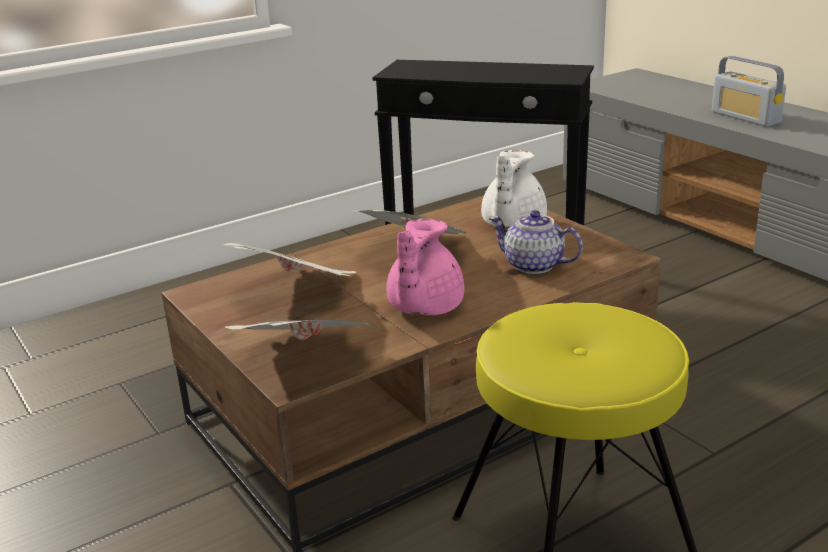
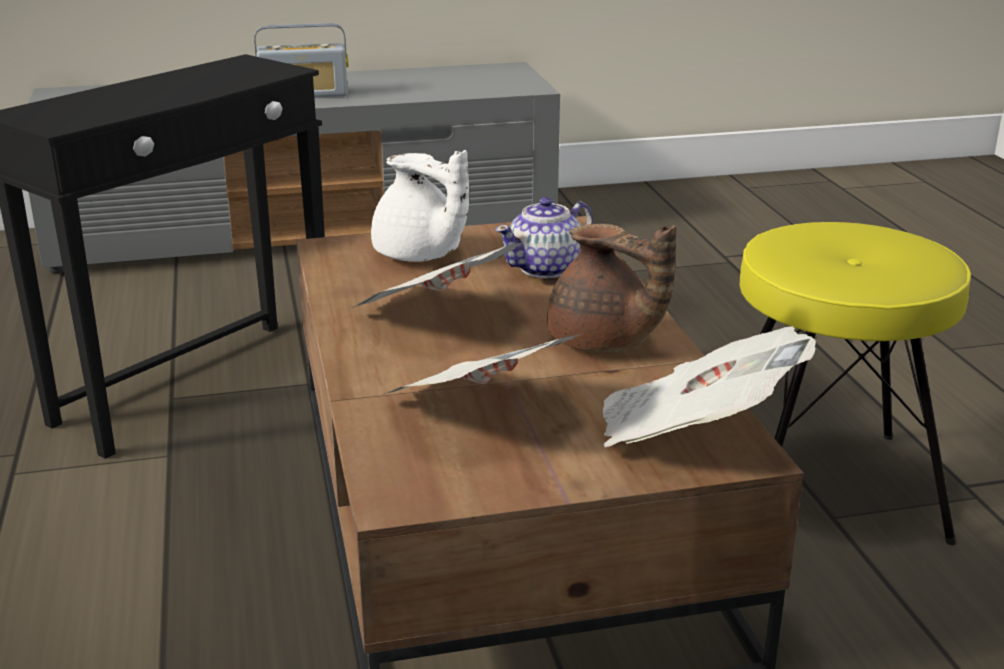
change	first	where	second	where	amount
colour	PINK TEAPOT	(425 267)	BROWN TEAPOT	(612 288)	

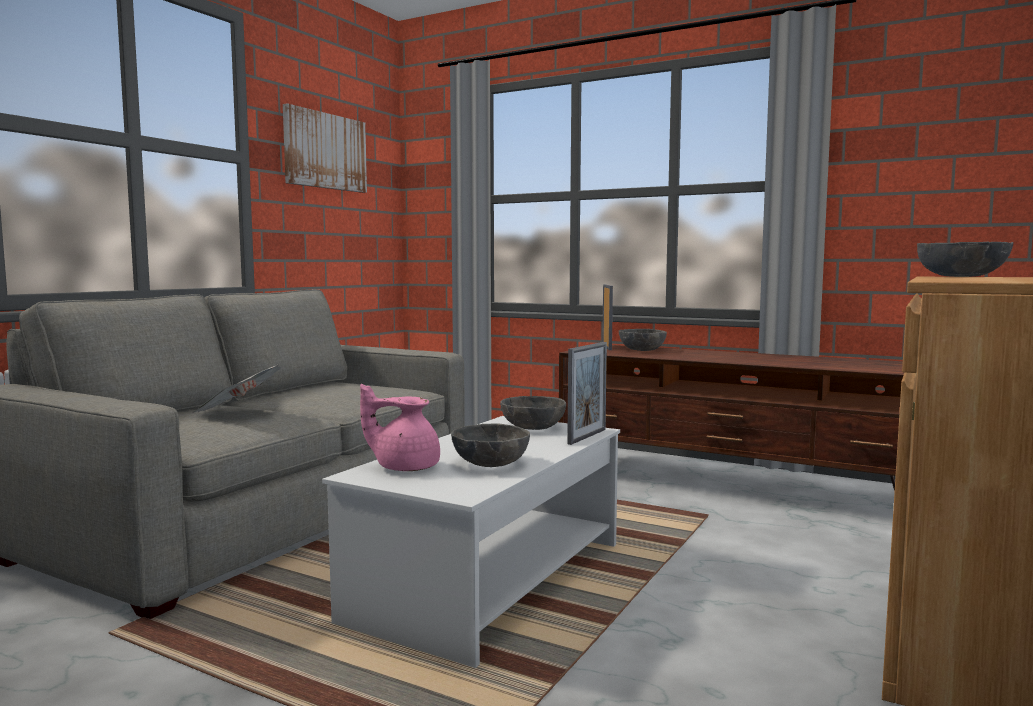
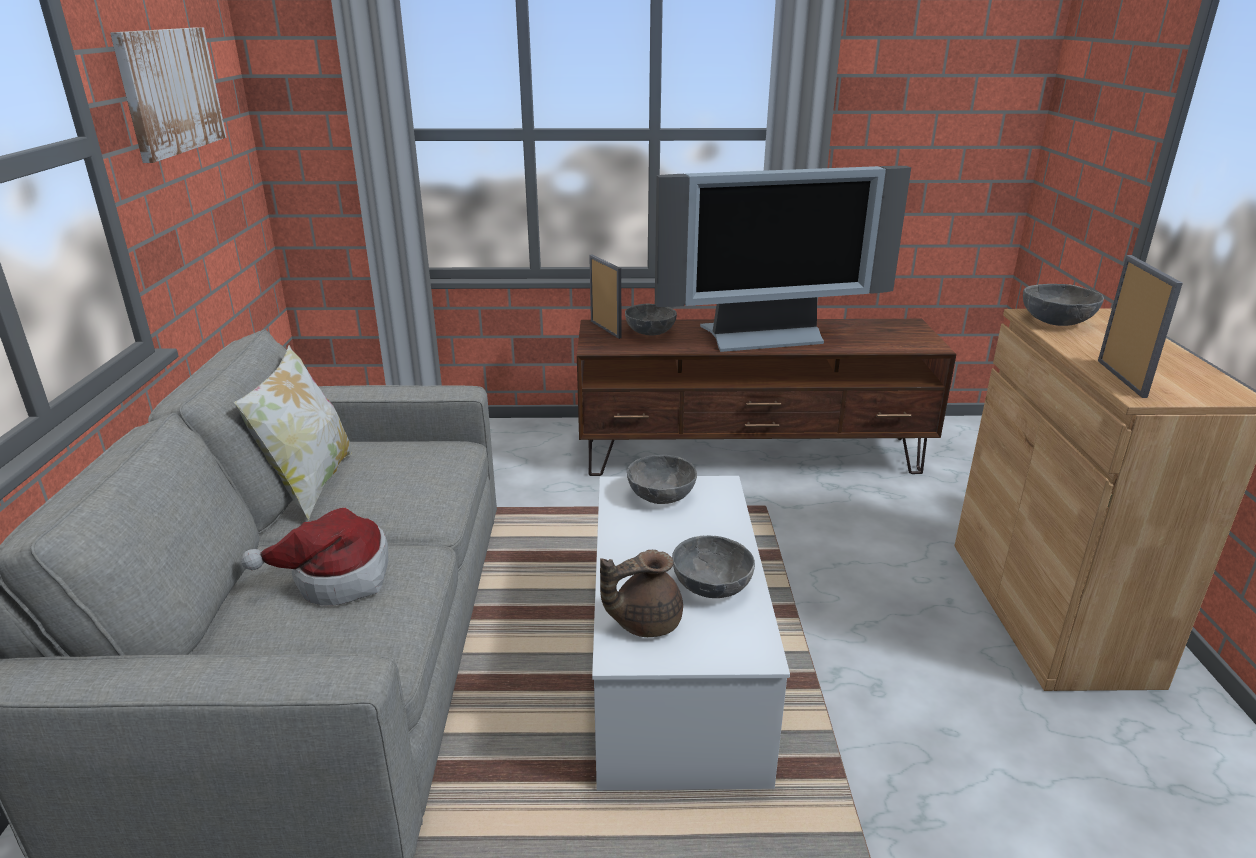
change	first	where	second	where	amount
appeared			PILLOW	(293 433)	
appeared			TELEVISION	(783 259)	
relocated	PICTURE FRAME	(587 393)		(1140 326)	
exchanged	NEWSPAPER	(237 389)	HAT	(314 556)	
colour	PINK TEAPOT	(400 427)	BROWN TEAPOT	(641 593)	

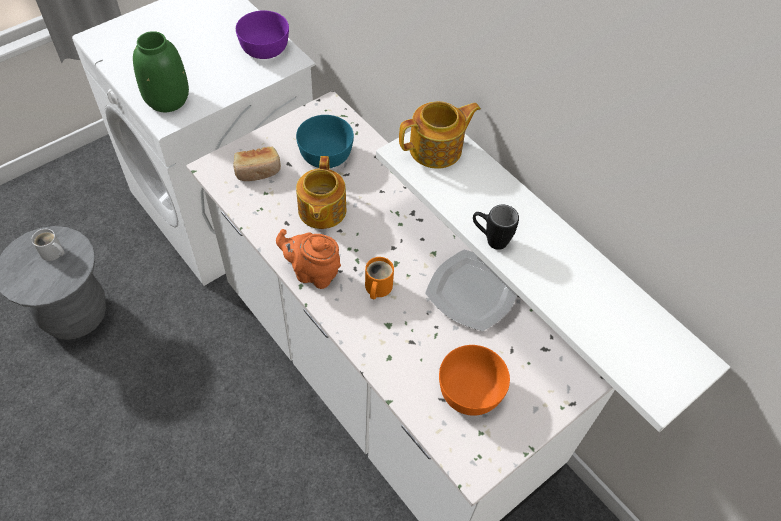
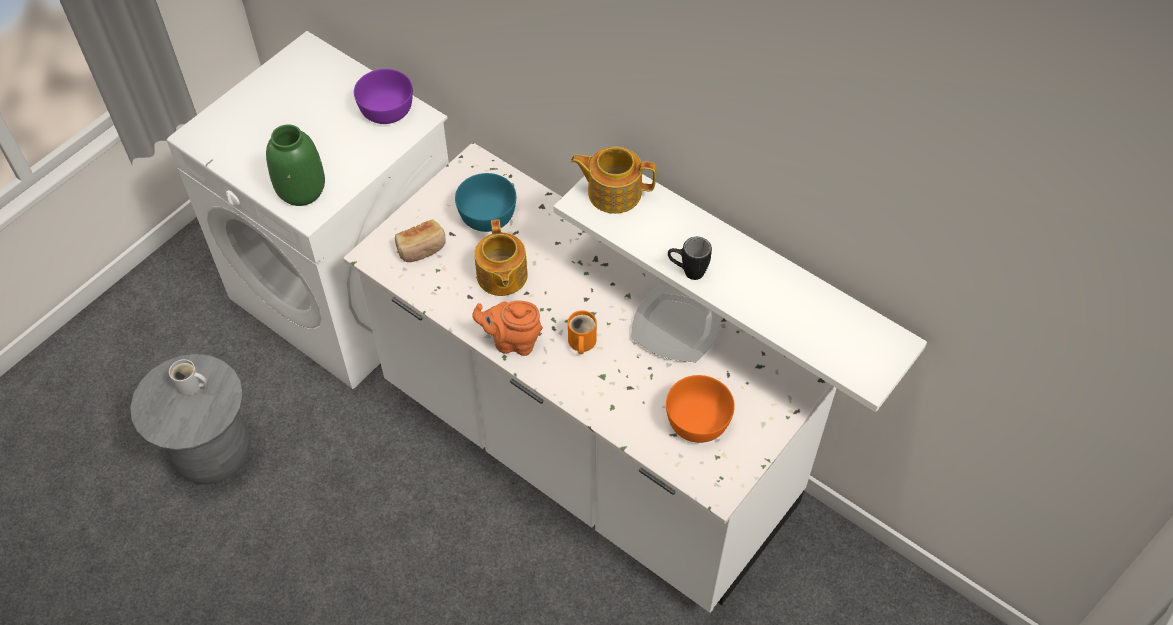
change	first	where	second	where	amount
spun	TEAPOT	(440 135)		(613 180)	135 degrees counterclockwise

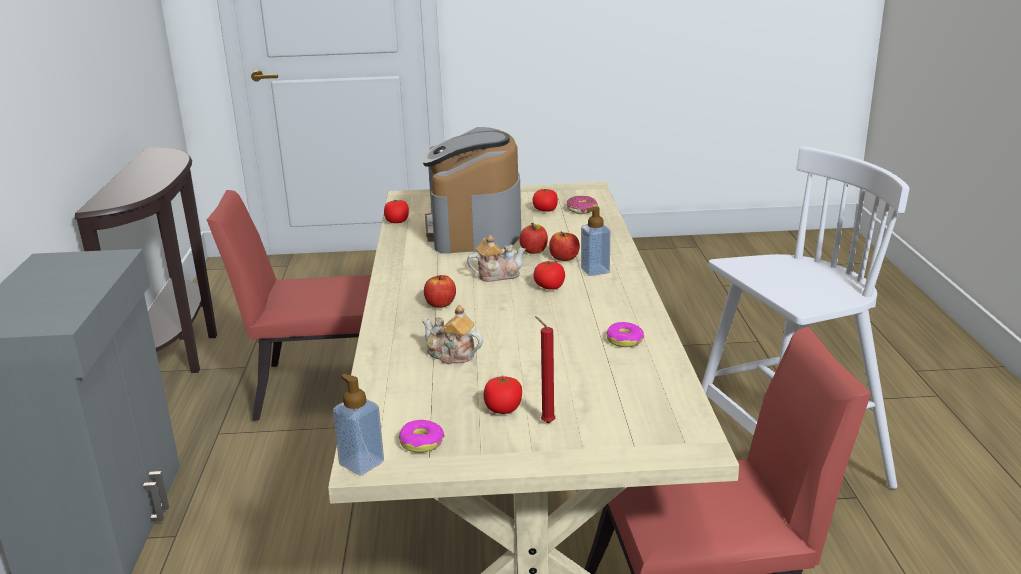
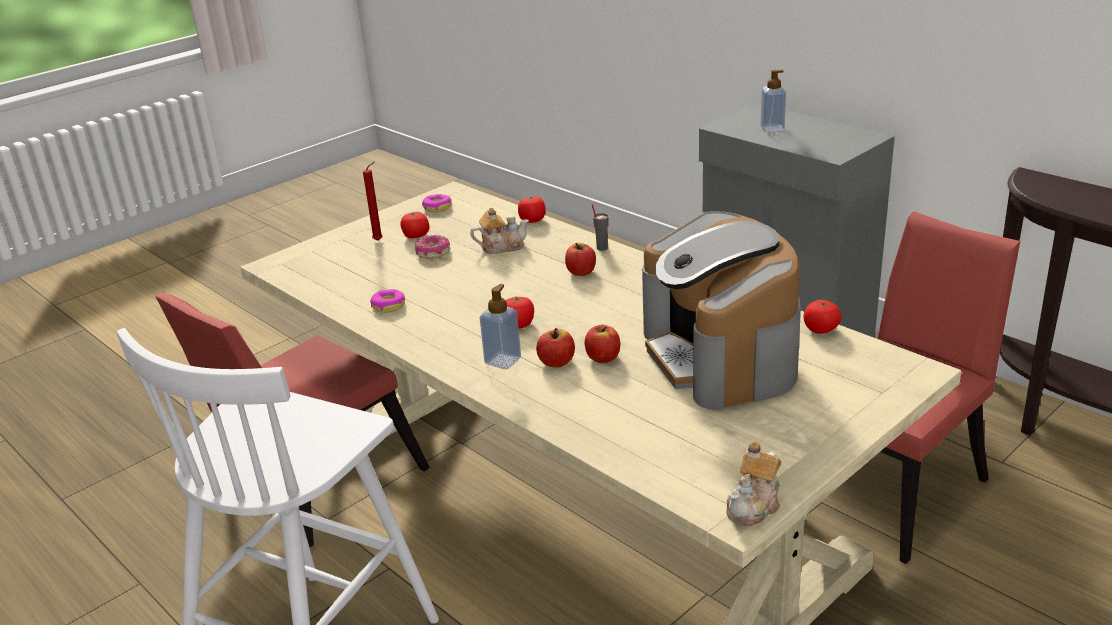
change	first	where	second	where	amount
appeared			GREY CUP	(600 227)	
relocated	SOAP DISPENSER	(358 424)		(773 101)	
relocated	TEAPOT	(496 258)		(754 484)	
relocated	TOMATO	(545 200)		(532 209)	
relocated	DONUT	(582 205)		(432 247)	
spun	COFFEE MACHINE	(471 190)		(721 310)	150 degrees counterclockwise

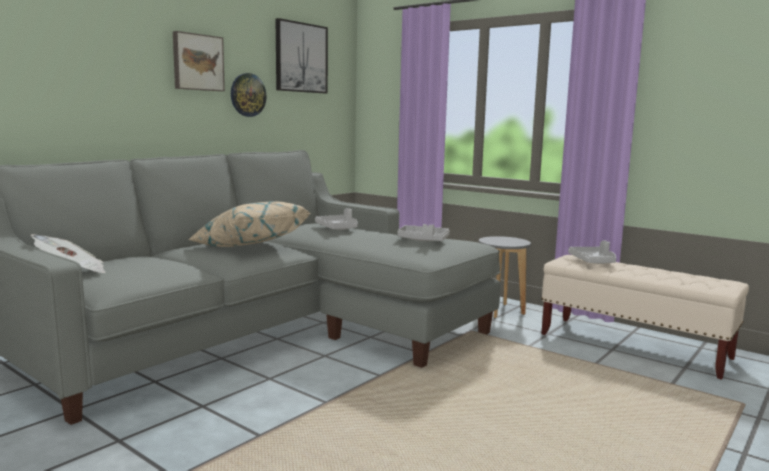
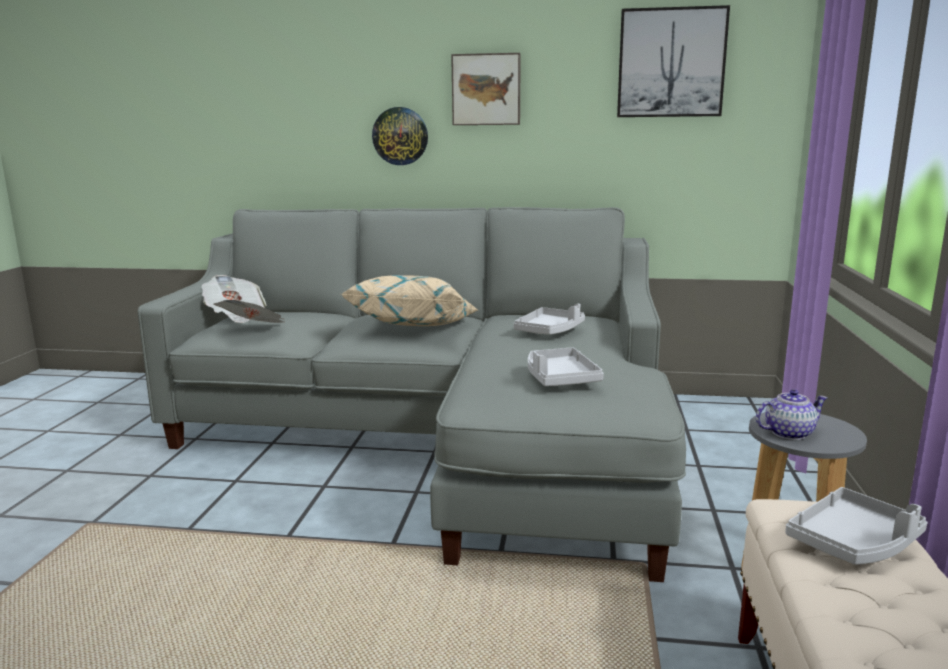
change	first	where	second	where	amount
appeared			NEWSPAPER	(248 311)	
appeared			TEAPOT	(792 414)	
relocated	WALL CLOCK	(248 95)		(400 136)	

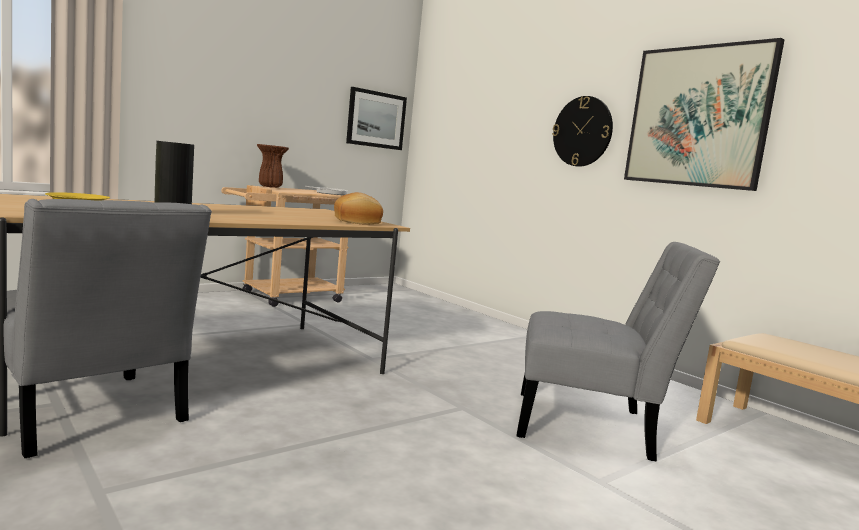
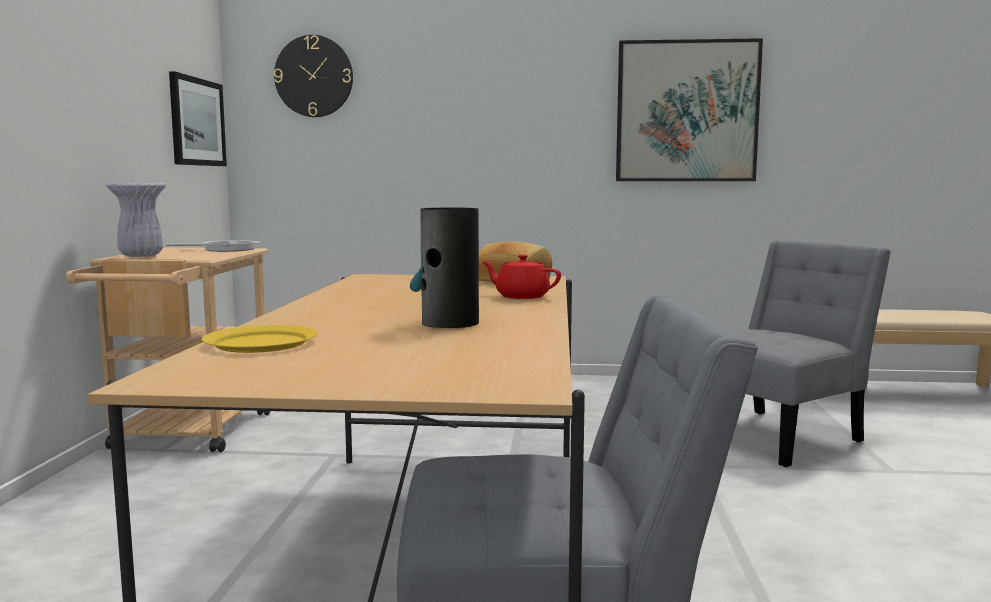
change	first	where	second	where	amount
appeared			RED TEAPOT	(521 277)	
relocated	WALL CLOCK	(582 131)		(313 76)	
colour	BROWN VASE	(273 166)	WHITE VASE	(136 220)	

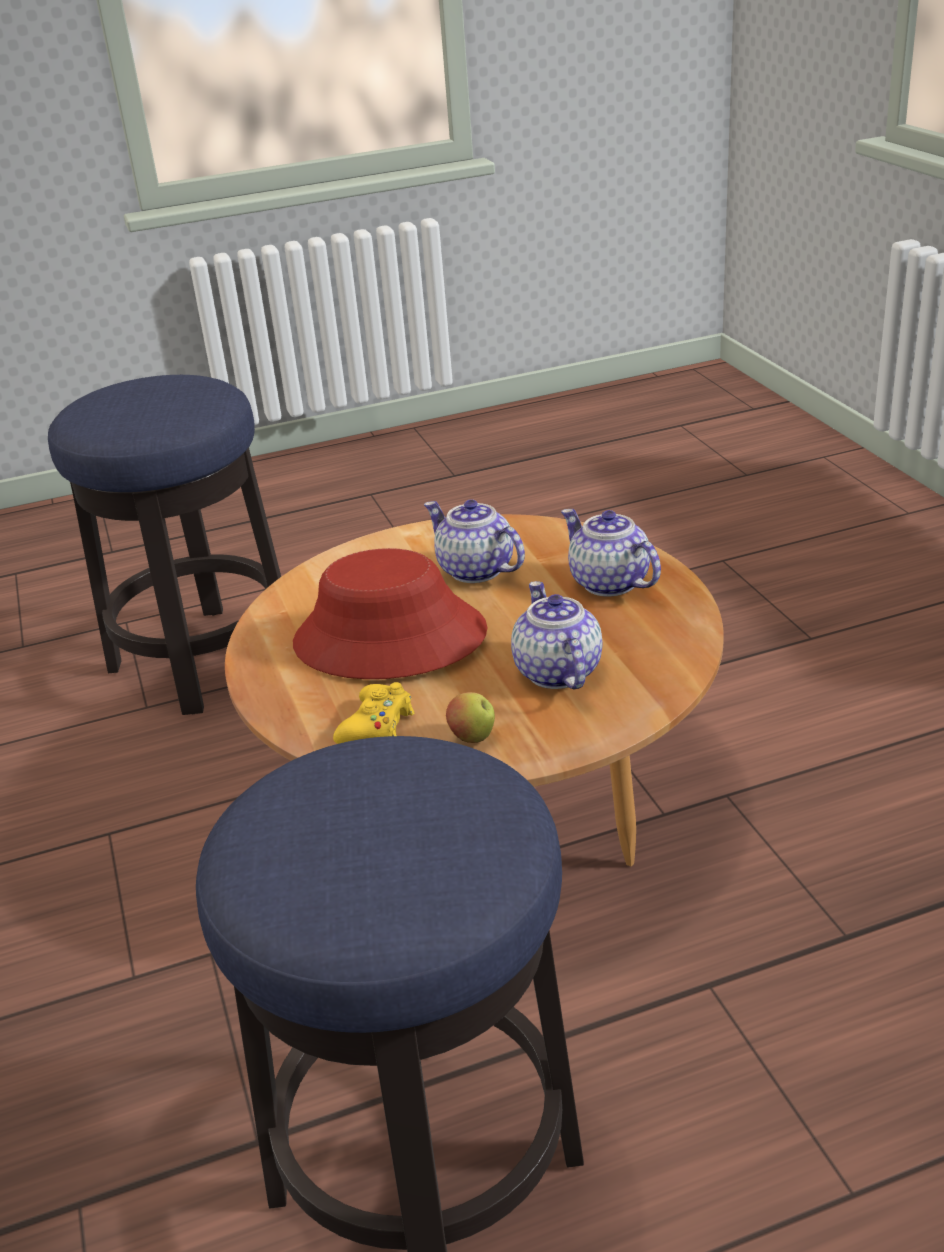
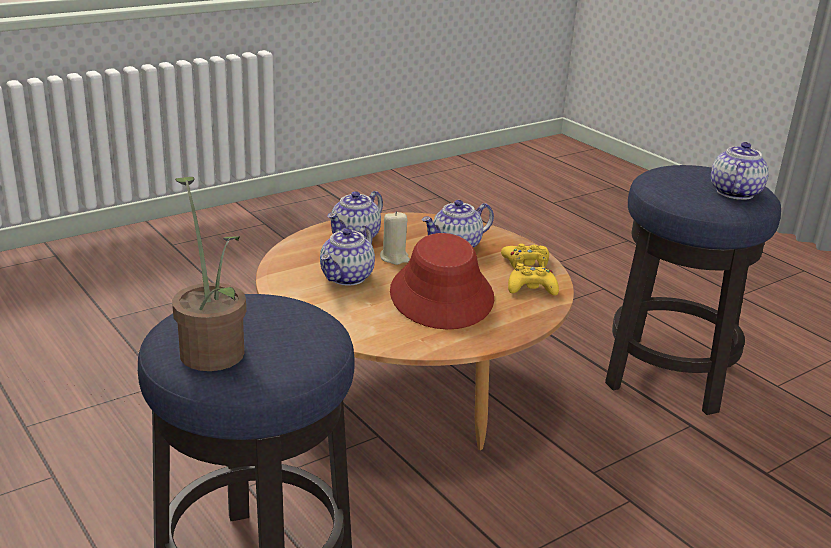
change	first	where	second	where	amount
appeared			POTTED PLANT	(209 274)	
appeared			BEIGE CANDLE	(395 238)	
appeared			TEAPOT	(740 171)	
exchanged	APPLE	(470 717)	YELLOW GAME CONTROLLER	(525 256)	

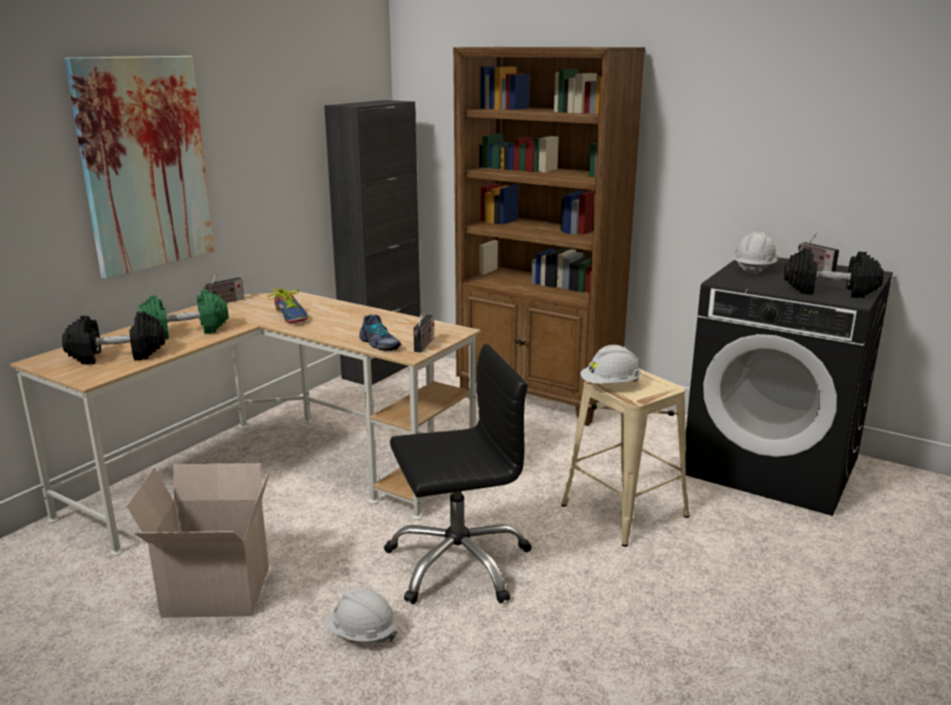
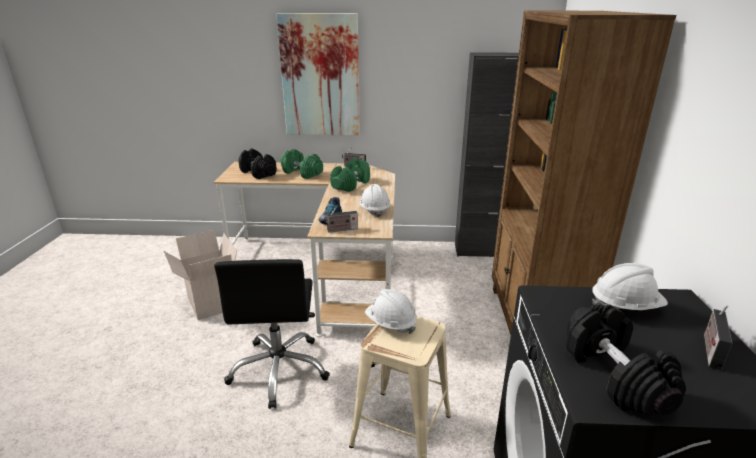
change	first	where	second	where	amount
relocated	WHITE HARD HAT	(361 615)		(375 201)	
exchanged	SHOE	(288 305)	GREEN DUMBBELL	(350 175)	
spun	BLACK OFFICE CHAIR	(458 474)		(272 334)	45 degrees clockwise

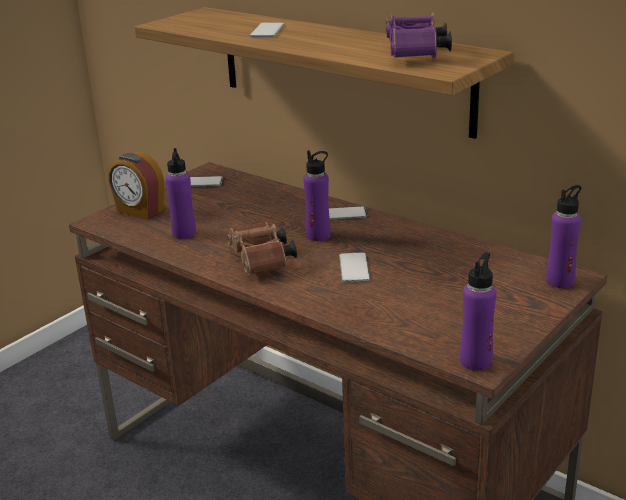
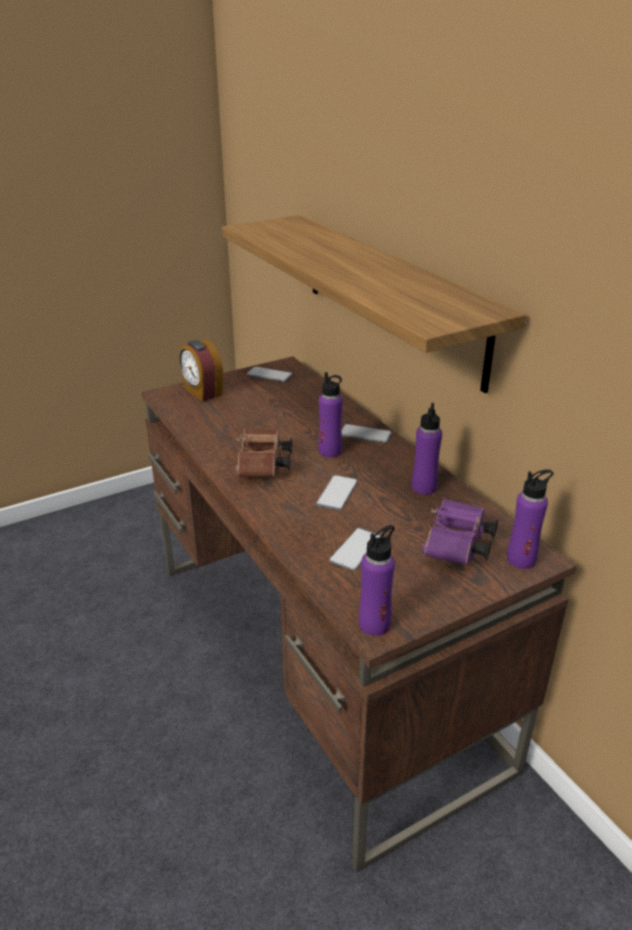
change	first	where	second	where	amount
relocated	PURPLE BOTTLE	(180 193)		(427 449)	
relocated	PHONE	(267 29)		(355 549)	
relocated	PURPLE BINOCULARS	(419 35)		(460 531)	

